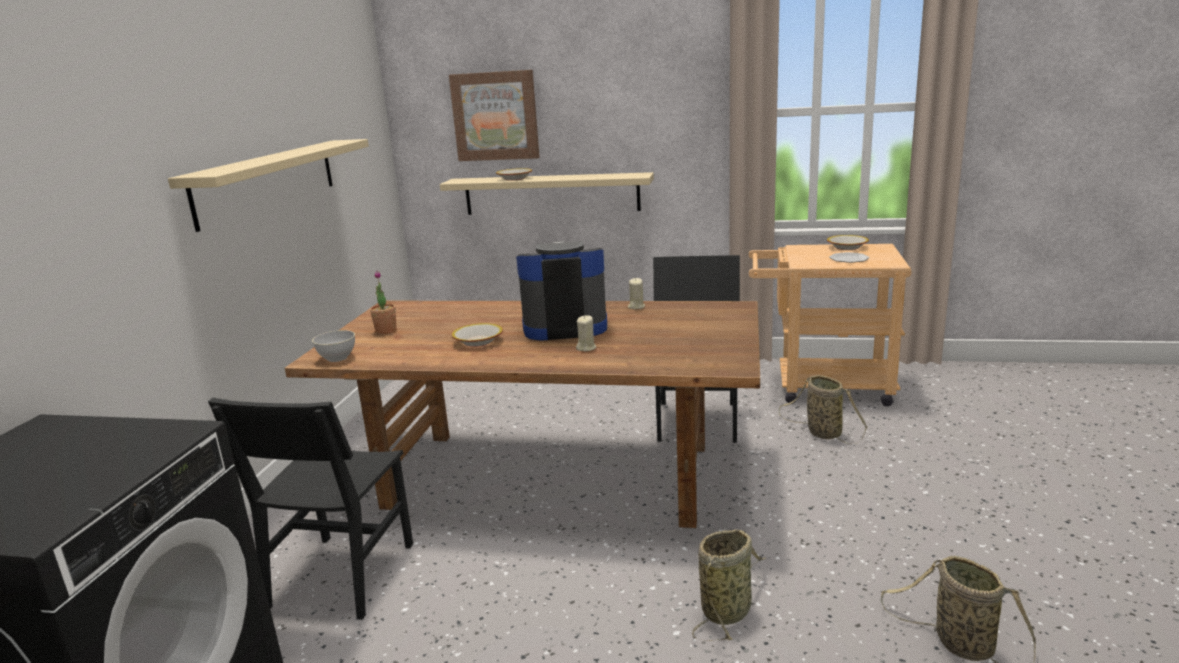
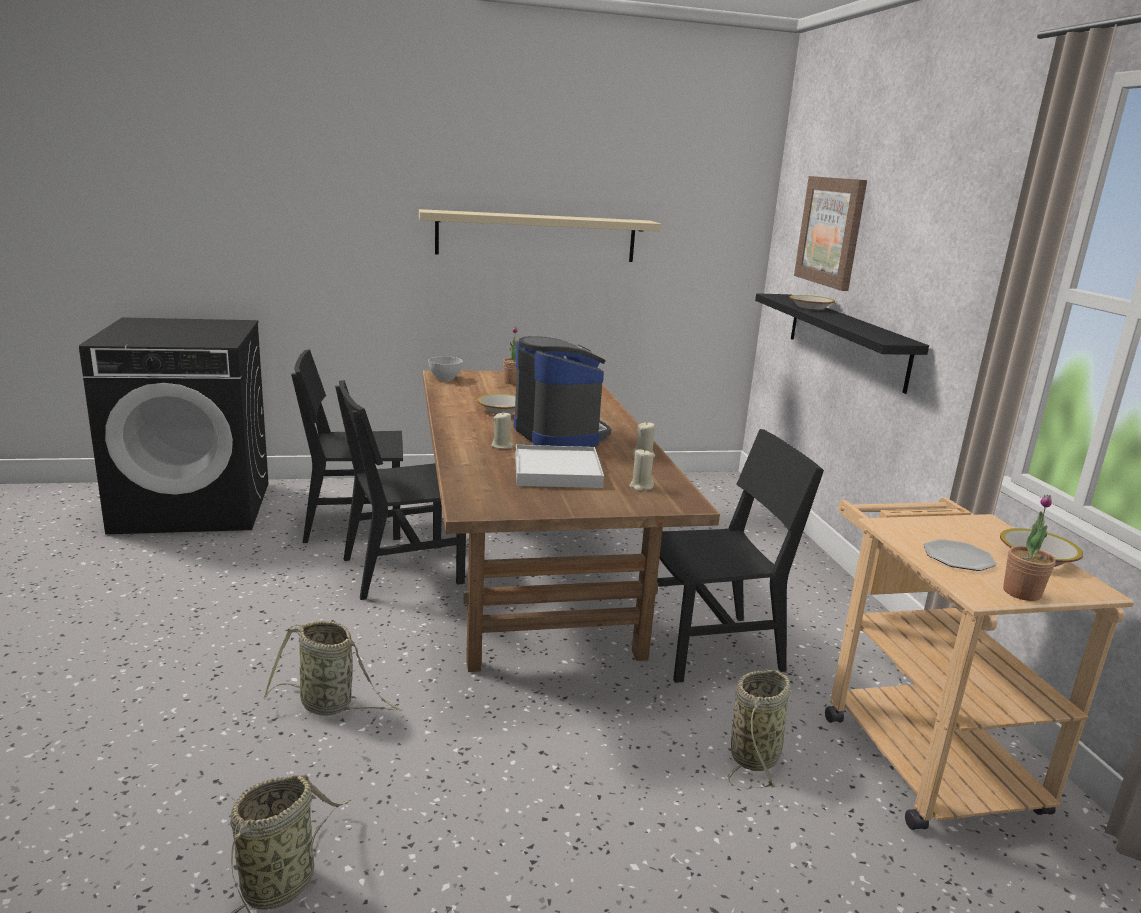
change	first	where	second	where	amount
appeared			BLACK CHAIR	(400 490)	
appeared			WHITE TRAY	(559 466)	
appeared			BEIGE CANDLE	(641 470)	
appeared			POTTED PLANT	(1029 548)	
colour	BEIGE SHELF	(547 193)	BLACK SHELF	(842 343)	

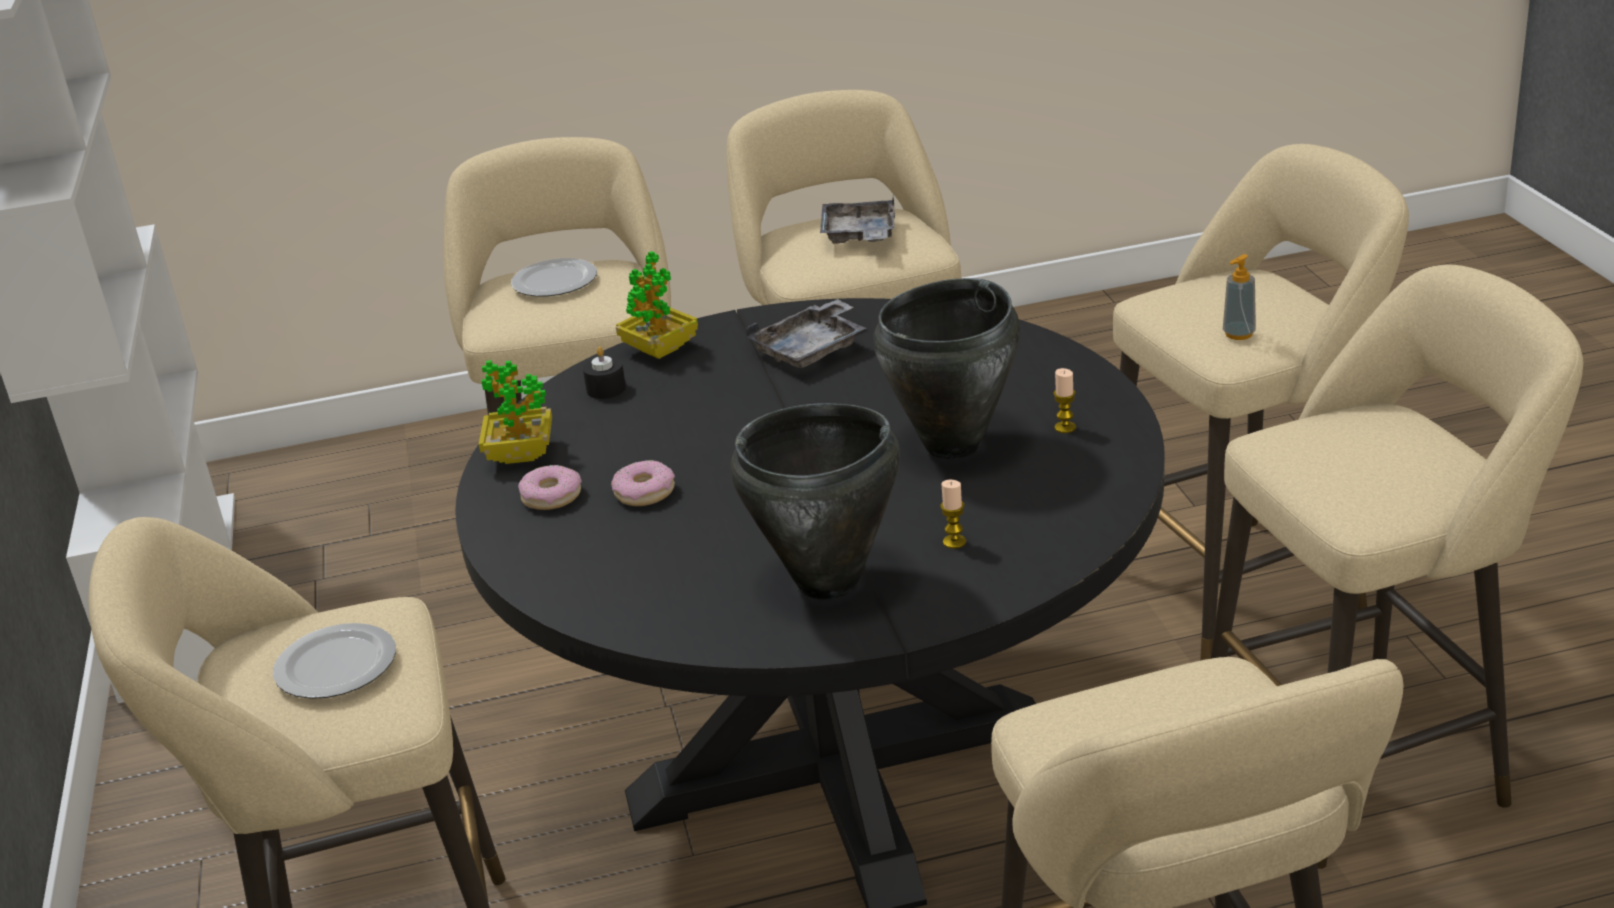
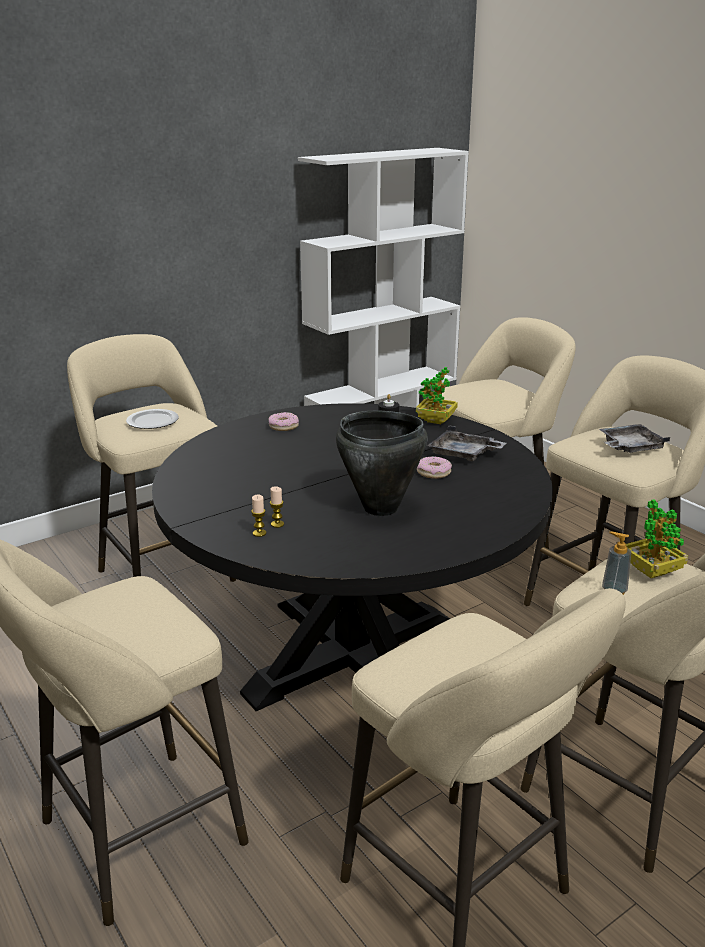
change	first	where	second	where	amount
missing	PLATE	(554 277)			
missing	BLACK COOKING POT	(815 501)			
relocated	POTTED PLANT	(515 412)		(657 538)	
relocated	DONUT	(643 483)		(434 467)	
relocated	CANDLE	(1064 400)		(258 516)	

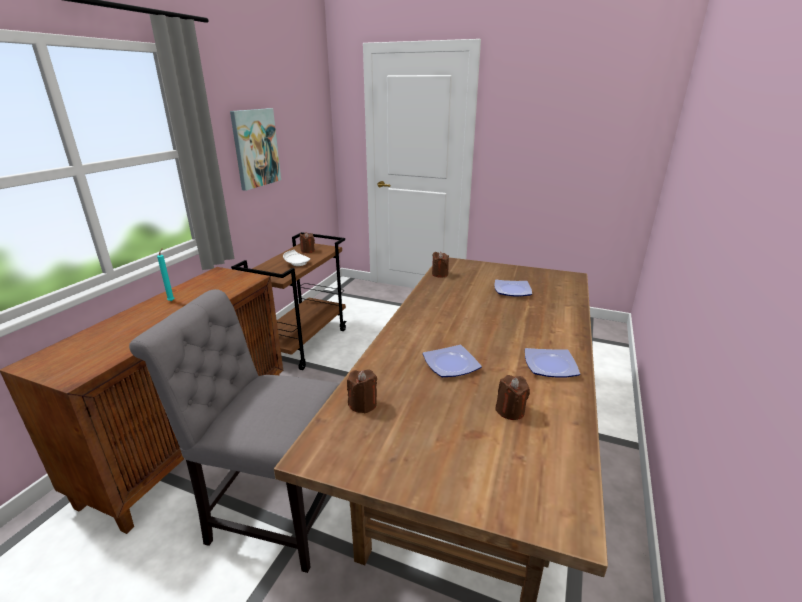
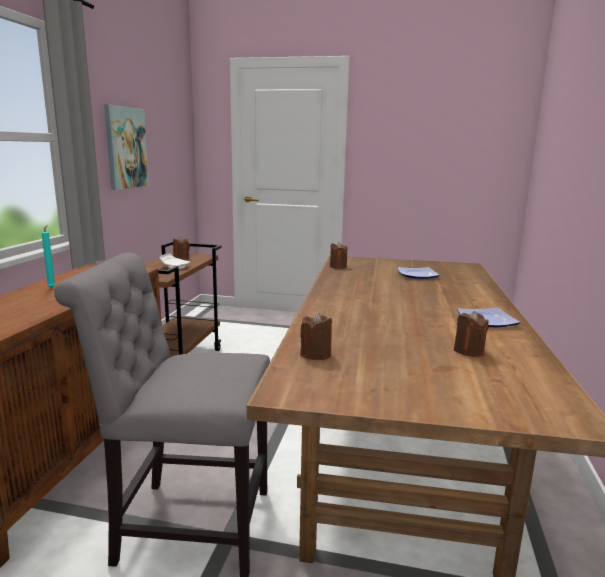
change	first	where	second	where	amount
missing	PLATE	(452 361)			

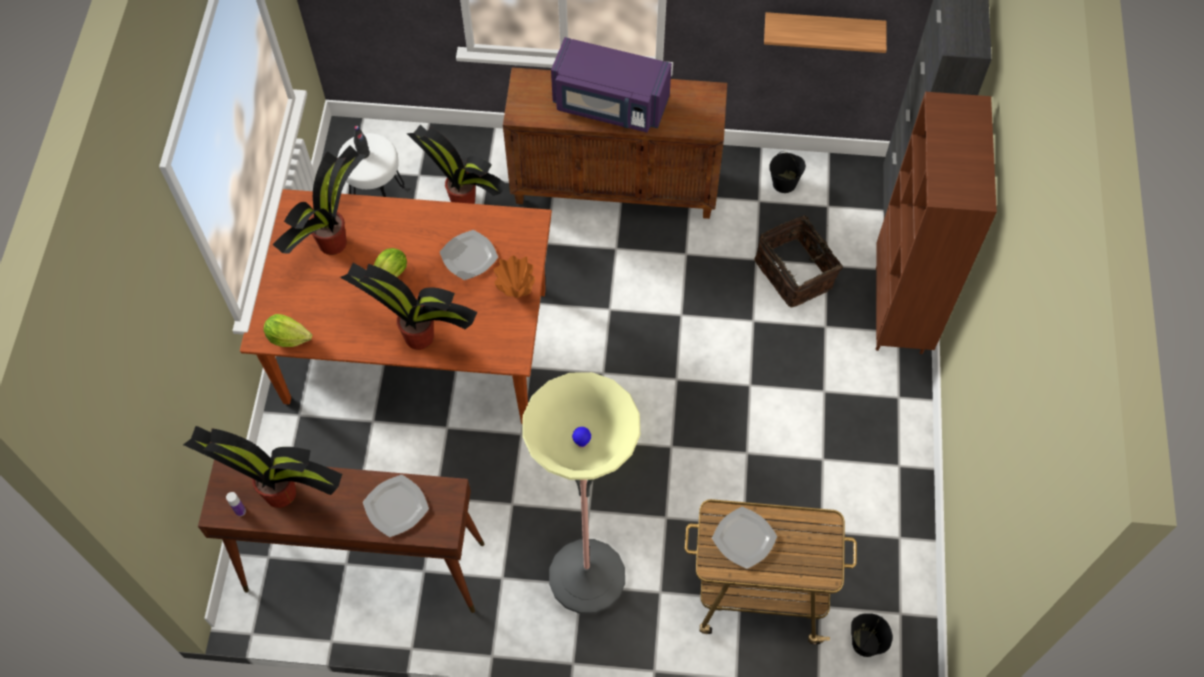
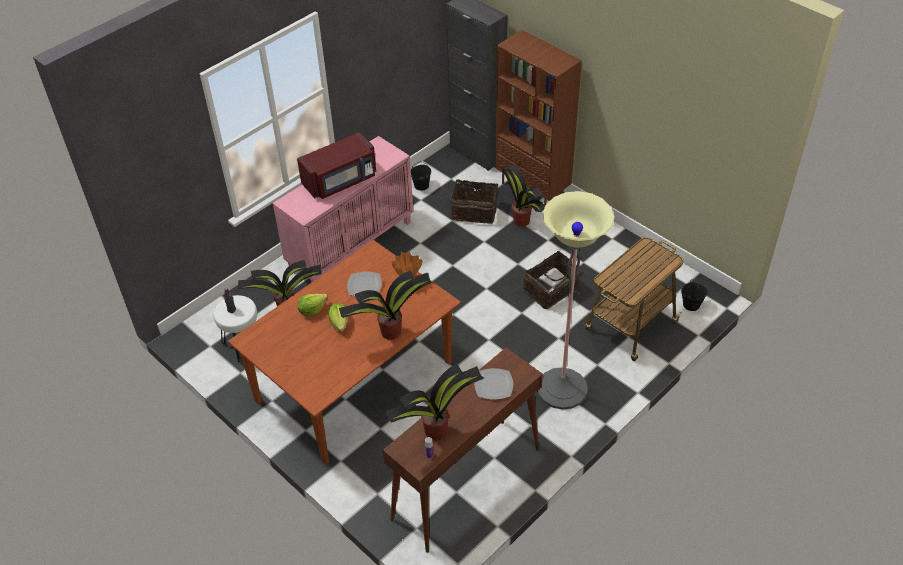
change	first	where	second	where	amount
missing	PLATE	(744 538)			
missing	SHELF	(825 32)			
appeared			BASKET	(555 280)	
relocated	LETTUCE	(288 330)		(313 305)	
relocated	POTTED PLANT	(319 200)		(523 196)	
colour	BROWN CABINET	(615 143)	PINK CABINET	(343 209)	
colour	PURPLE MICROWAVE	(611 85)	RED MICROWAVE	(336 165)	

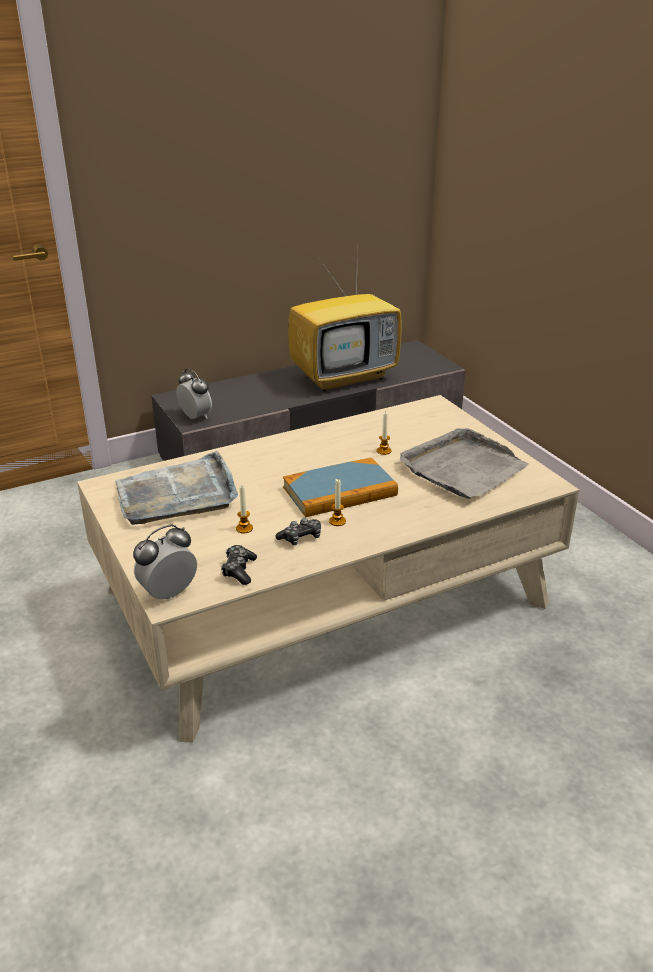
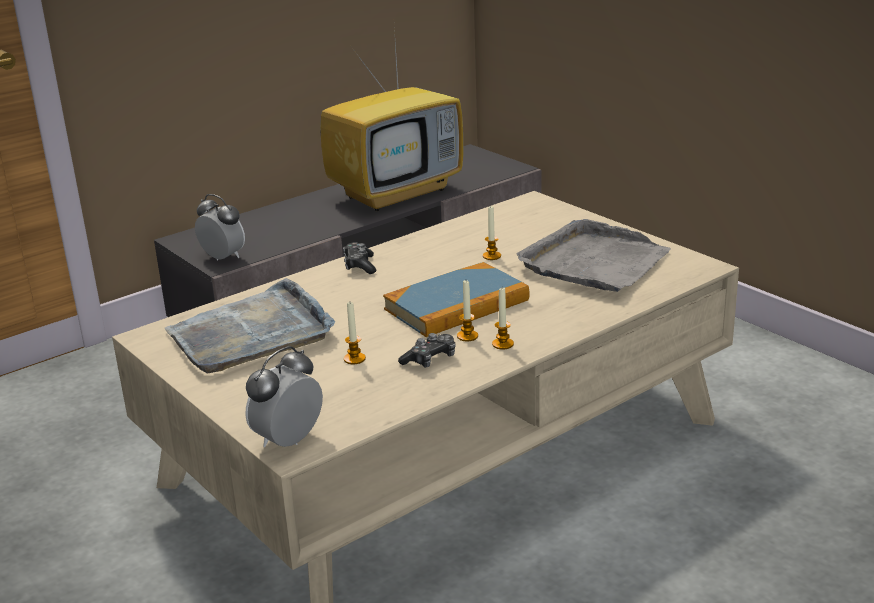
change	first	where	second	where	amount
appeared			CANDLE	(503 319)	
relocated	GAME CONTROLLER	(239 565)		(359 258)	

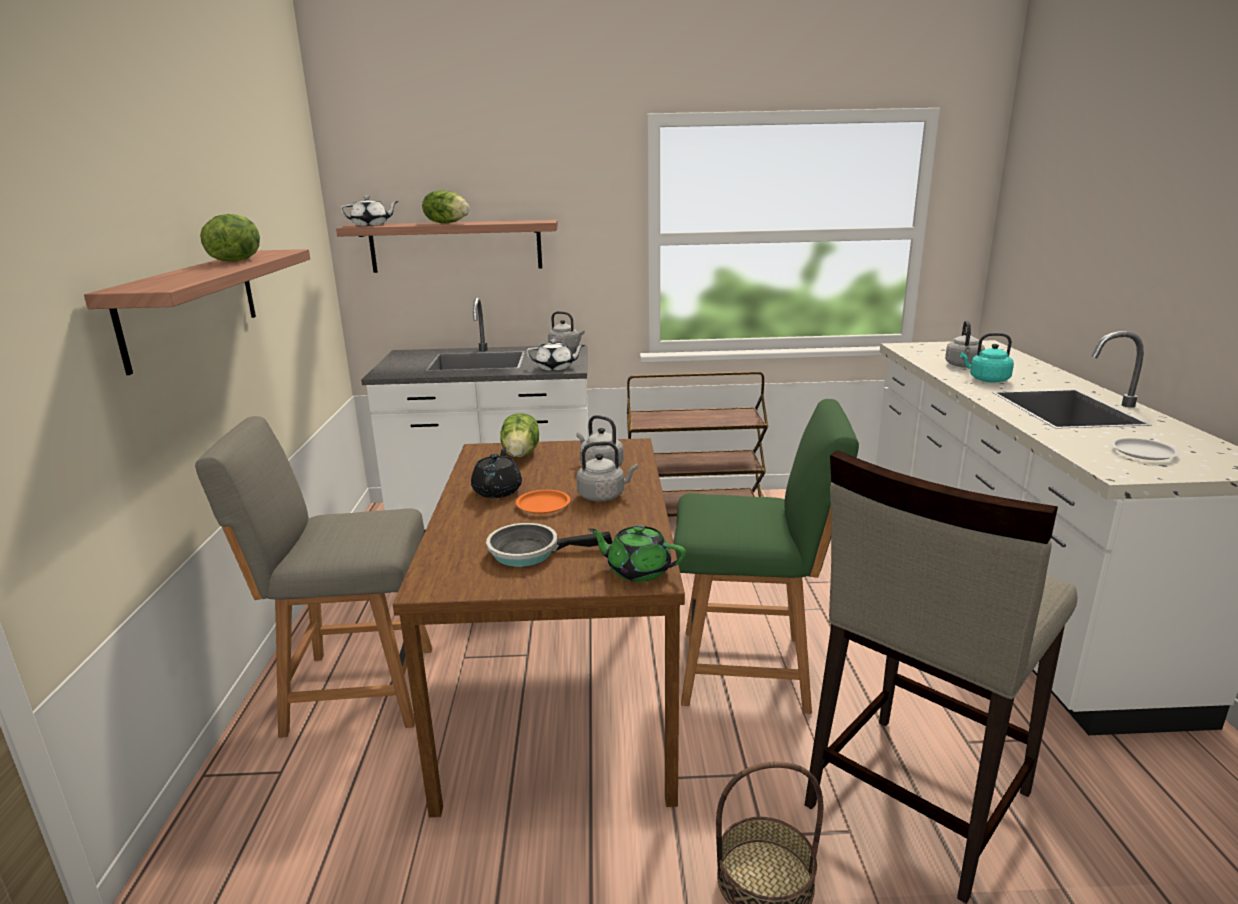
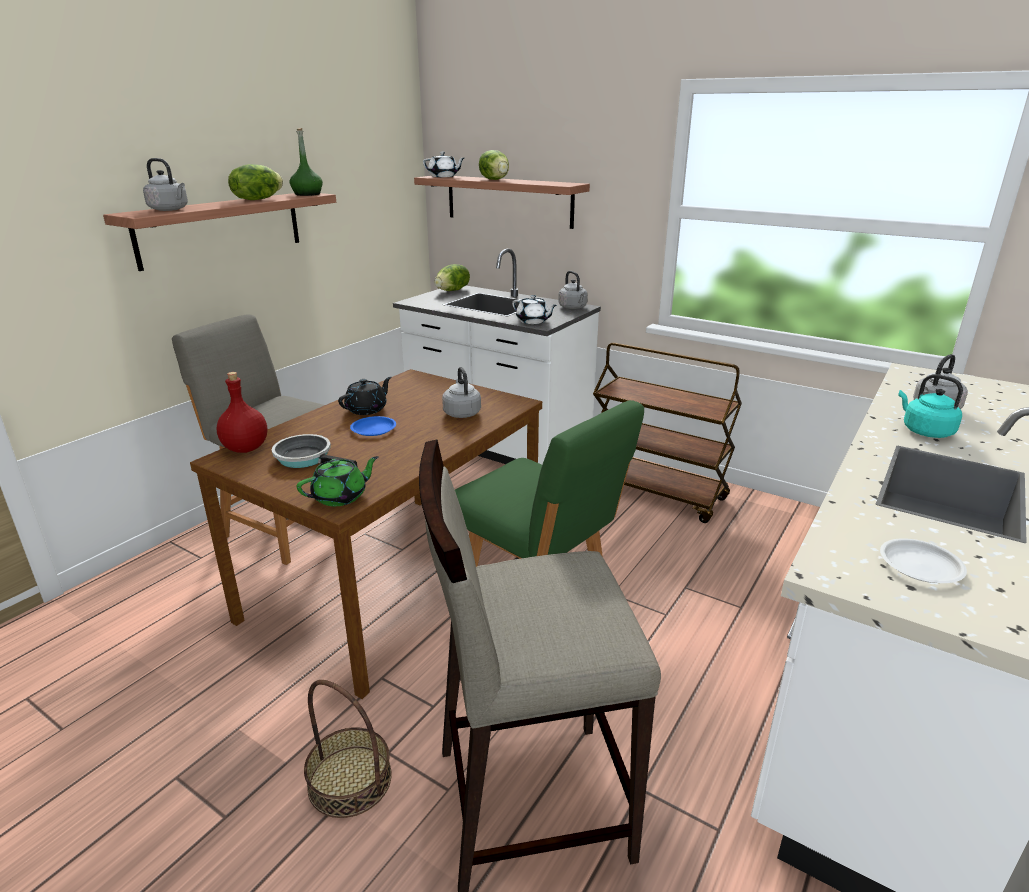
change	first	where	second	where	amount
appeared			RED BOTTLE	(242 412)	
appeared			GREEN BOTTLE	(306 162)	
relocated	LETTUCE	(519 435)		(452 277)	
relocated	GREY KETTLE	(607 471)		(165 184)	
colour	ORANGE PLATE	(543 502)	BLUE PLATE	(373 426)	
spun	GREEN TEAPOT	(637 553)		(338 481)	90 degrees clockwise

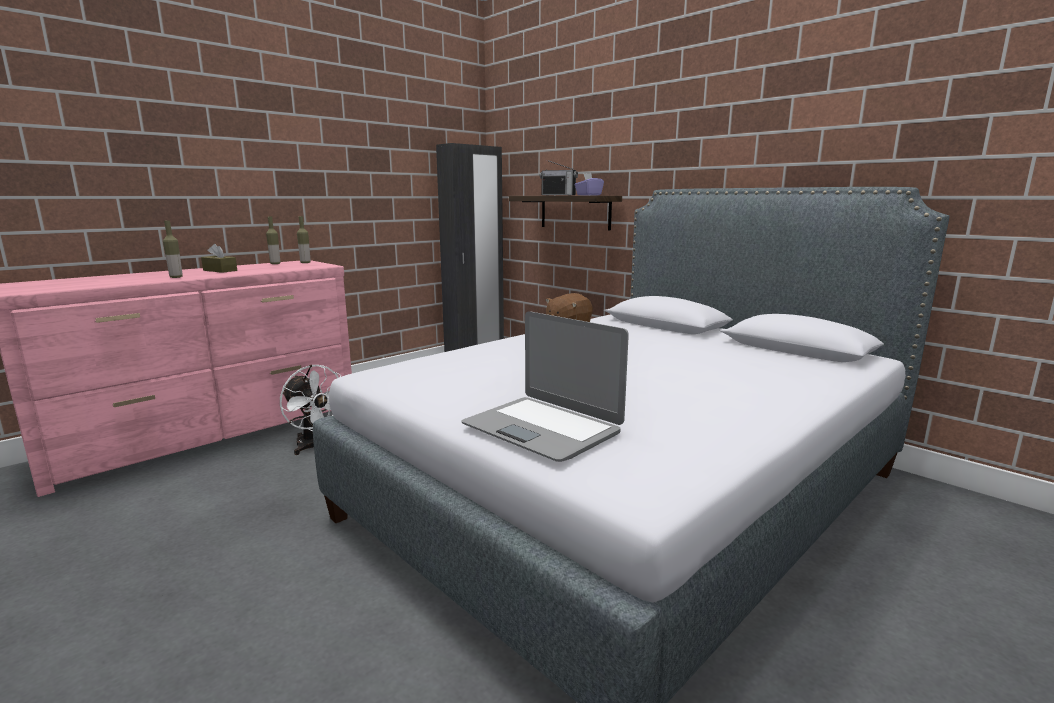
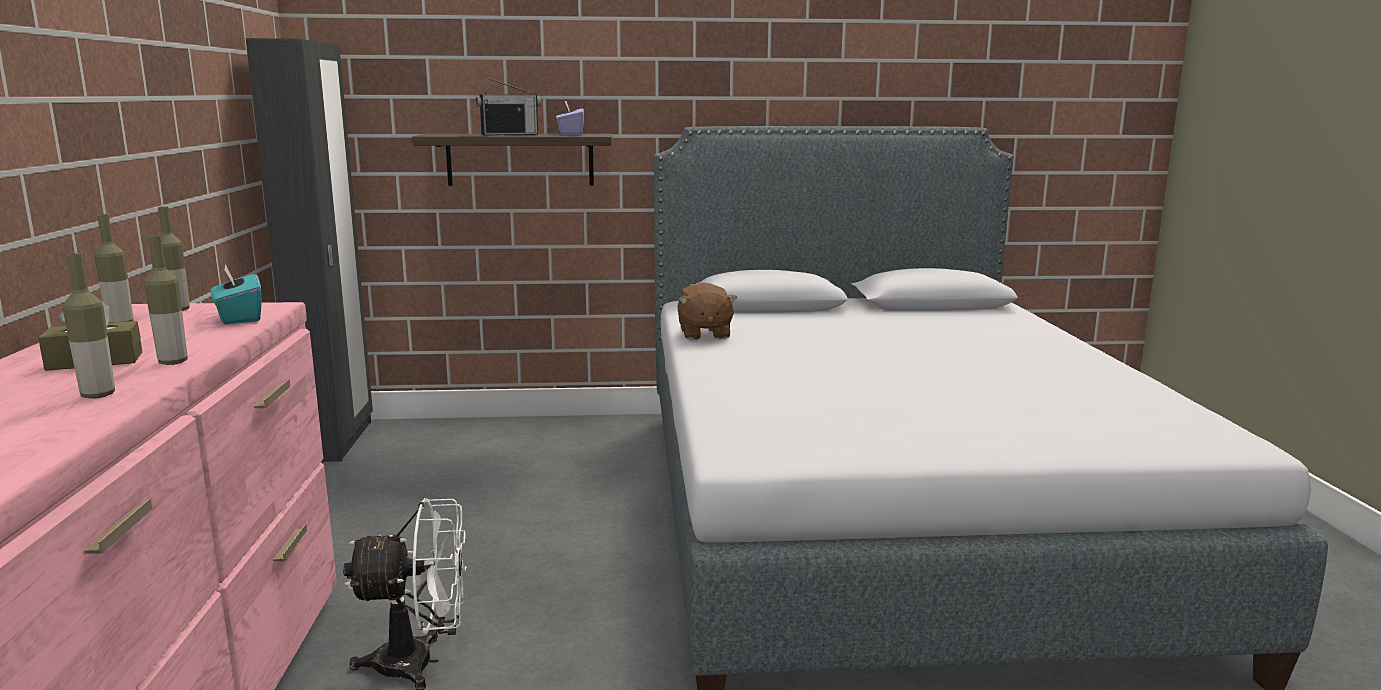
change	first	where	second	where	amount
missing	LAPTOP	(545 386)			
appeared			BOTTLE	(166 300)	
appeared			TURQUOISE TISSUE BOX	(236 294)	

